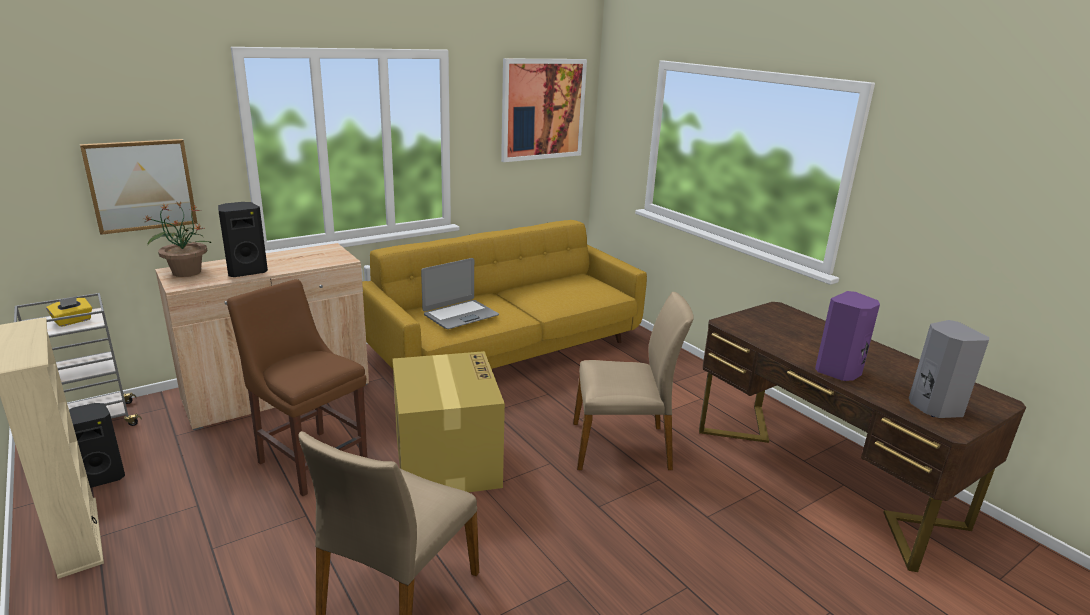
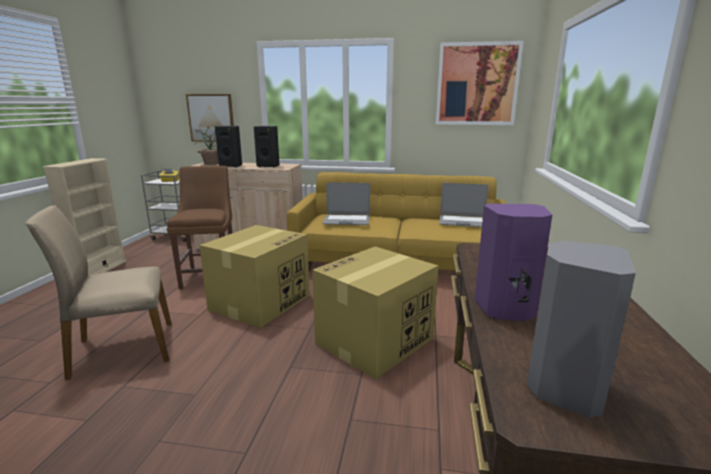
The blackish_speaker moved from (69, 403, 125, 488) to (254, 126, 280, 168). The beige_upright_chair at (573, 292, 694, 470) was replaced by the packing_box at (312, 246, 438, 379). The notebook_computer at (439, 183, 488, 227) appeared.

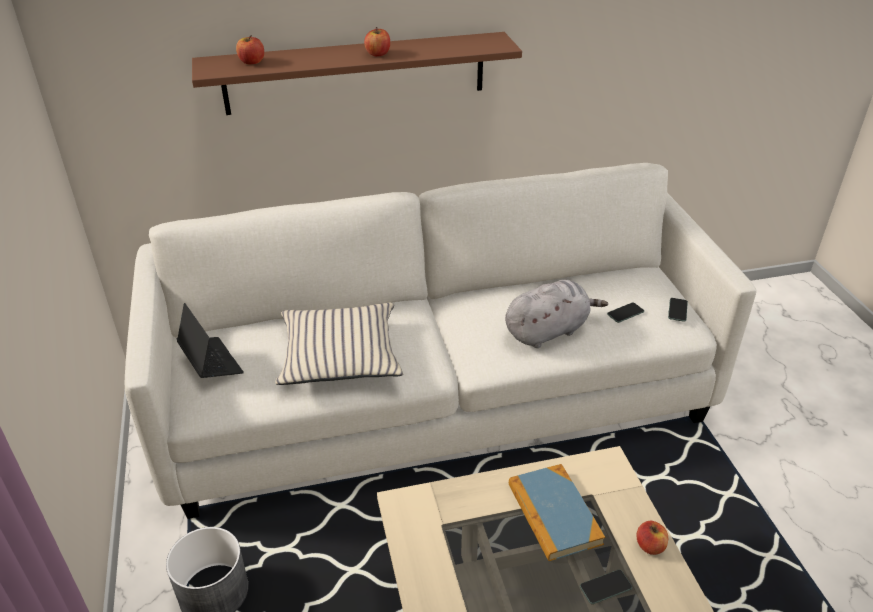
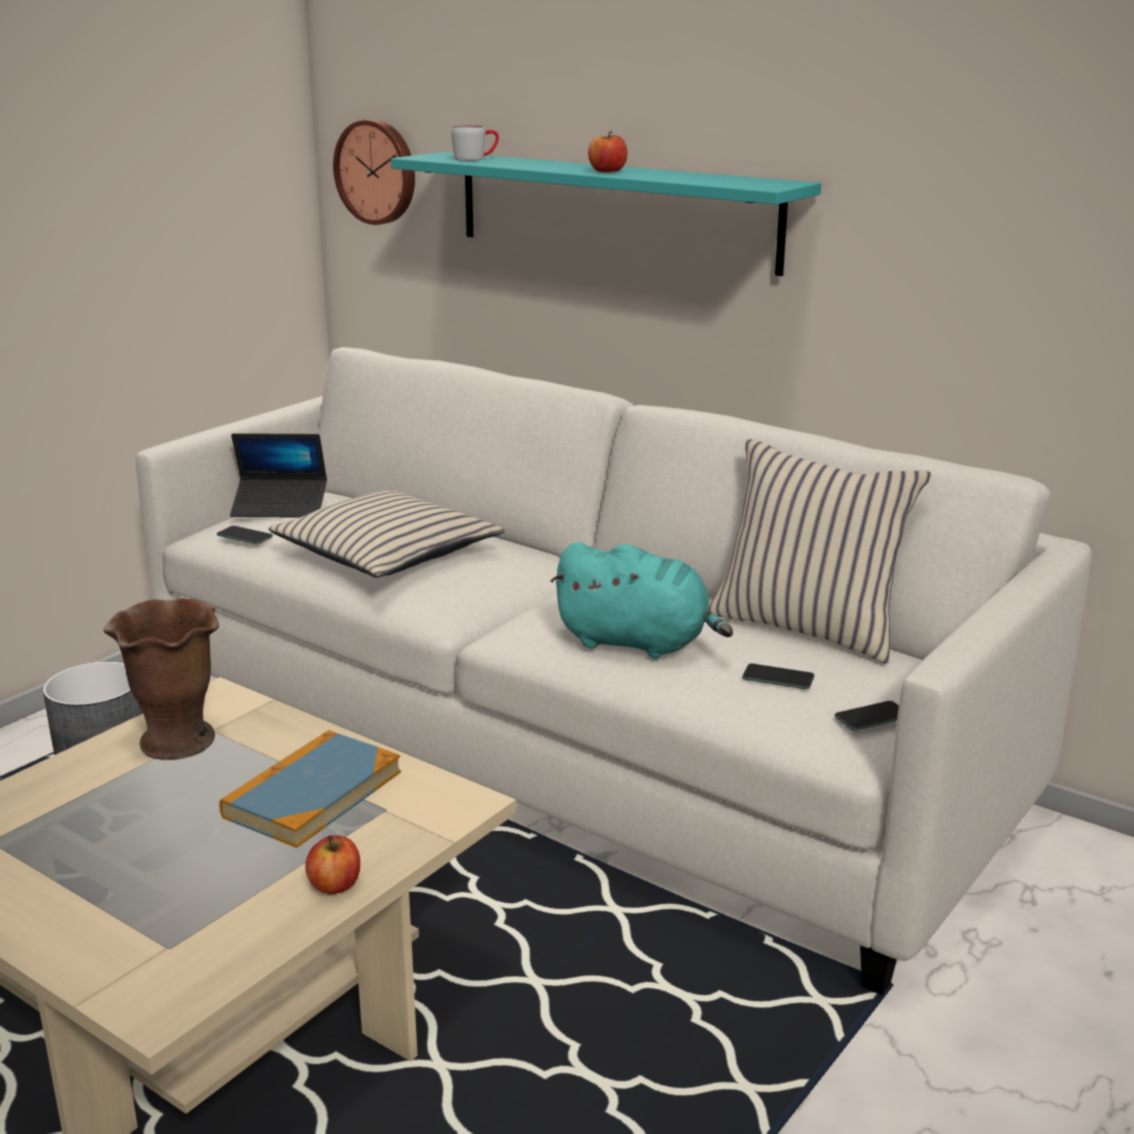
The brown_decorative_vase at (103, 598, 219, 760) appeared. The handset moved from (580, 570, 632, 604) to (217, 526, 273, 544). The notebook_computer at (176, 303, 244, 378) turned 75 degrees clockwise. The hanging_clock at (333, 119, 415, 225) appeared. The brown_wall_shelf at (192, 32, 522, 115) became the turquoise_wall_shelf at (391, 152, 821, 276). The apple at (236, 35, 264, 64) was replaced by the grey_mug at (451, 125, 499, 161). The grey_cuddly_toy at (505, 280, 608, 348) became the turquoise_cuddly_toy at (550, 542, 733, 659). The beige_throw_pillow at (708, 439, 931, 664) appeared.

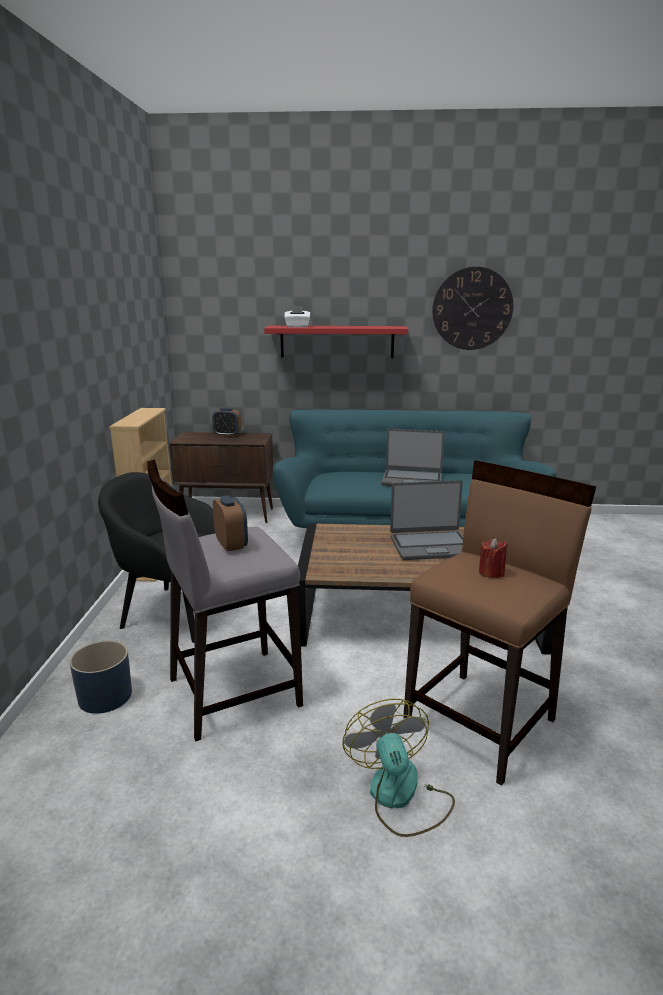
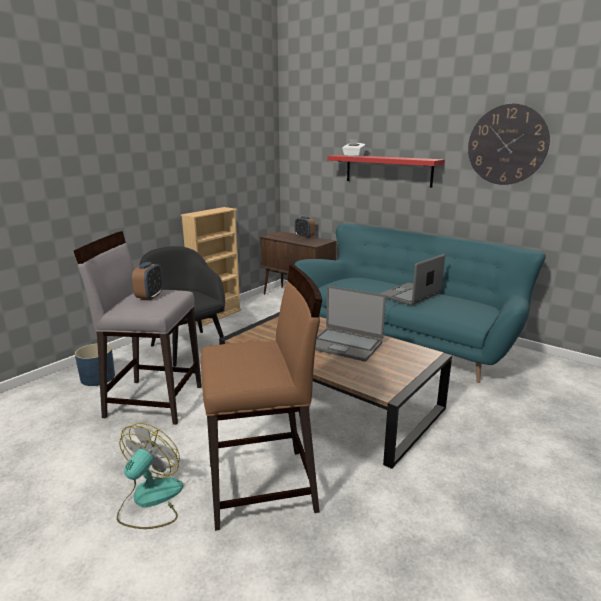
The notebook_computer at (381, 429, 445, 486) turned 90 degrees clockwise. The red-coloured_wax_candle at (479, 538, 508, 578) disappeared.

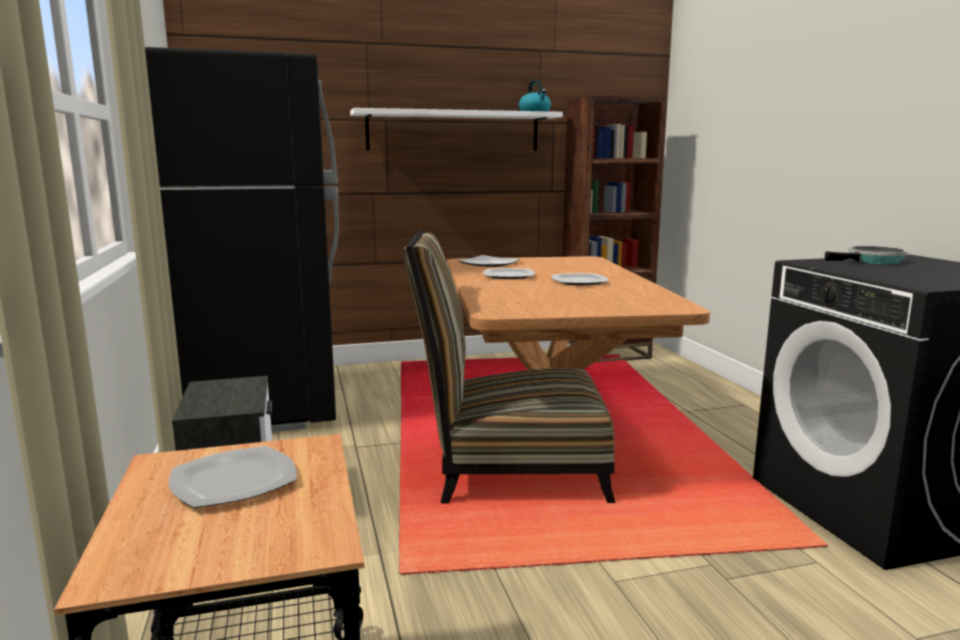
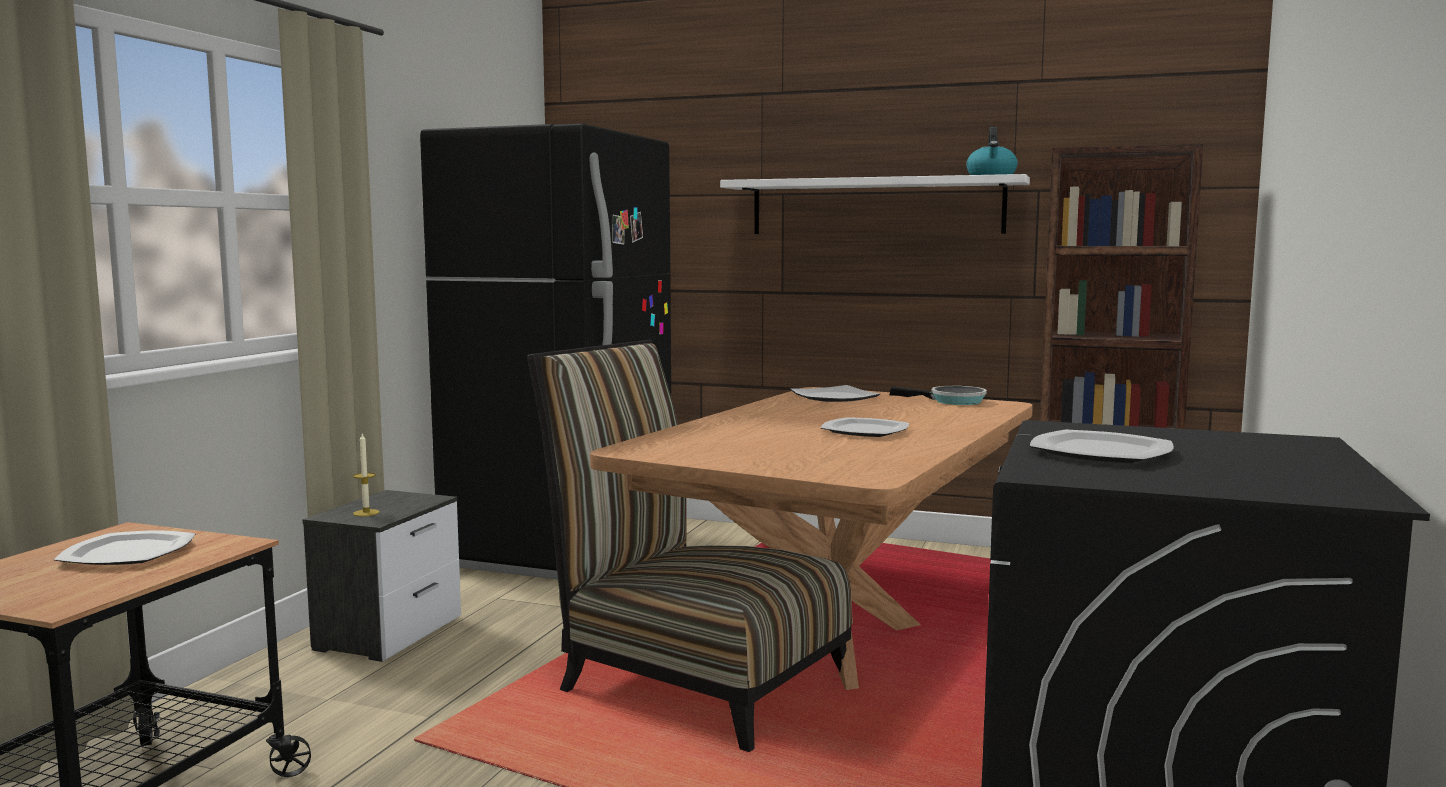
The wax_candle at (353, 433, 380, 516) appeared. The frying_pan moved from (824, 246, 908, 264) to (890, 386, 987, 405). The flat_dish moved from (483, 268, 535, 279) to (1030, 429, 1174, 463).

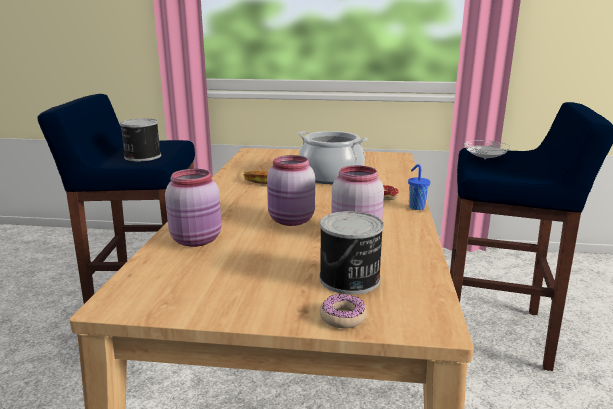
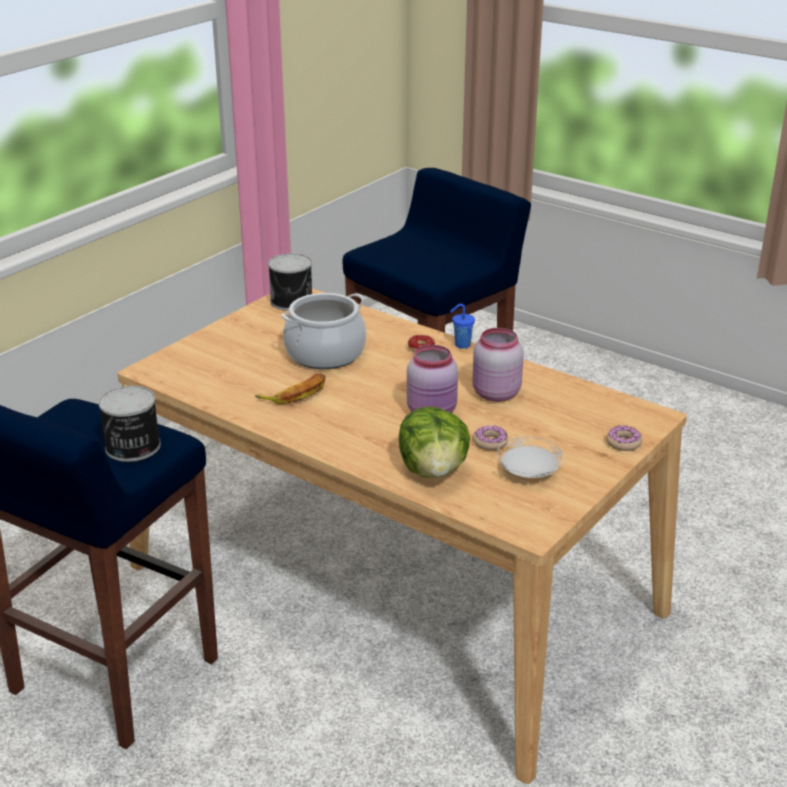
The metal_can moved from (319, 211, 384, 295) to (268, 253, 312, 311). The pink-coloured_storage_jar at (165, 169, 221, 247) was replaced by the head_of_lettuce at (399, 406, 470, 478). The ring_doughnut at (473, 425, 508, 450) appeared. The whitish_flat_dish moved from (464, 140, 510, 160) to (497, 437, 564, 478).

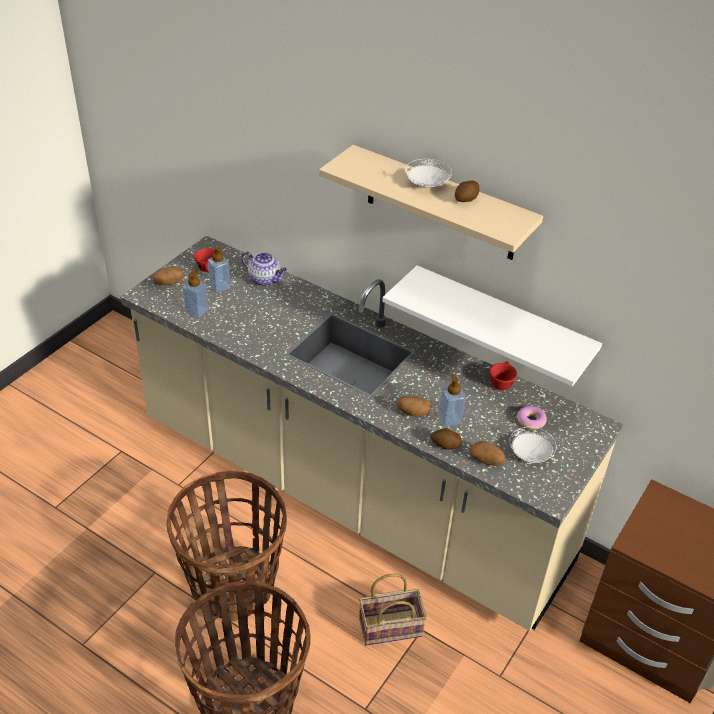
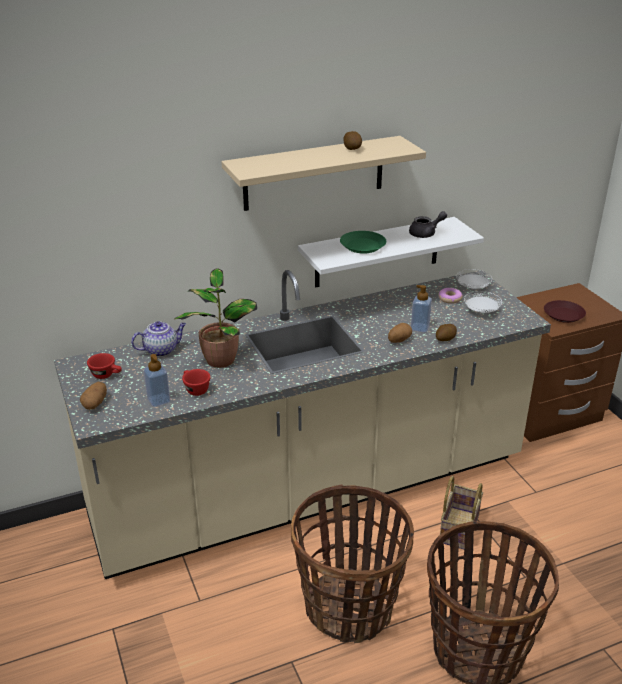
The plant_in_a_pot at (174, 268, 257, 368) appeared. The red-coloured_drinking_cup moved from (489, 361, 517, 390) to (182, 369, 210, 396). The greenish_flat_dish at (340, 231, 386, 254) appeared. The grey_tea_pot at (409, 211, 447, 238) appeared. The whitish_flat_dish moved from (405, 159, 452, 187) to (456, 269, 492, 289). The brown_flat_dish at (544, 300, 586, 323) appeared. The liquid_soap_bottle at (208, 247, 231, 293) disappeared. The potato at (469, 441, 505, 466) disappeared.

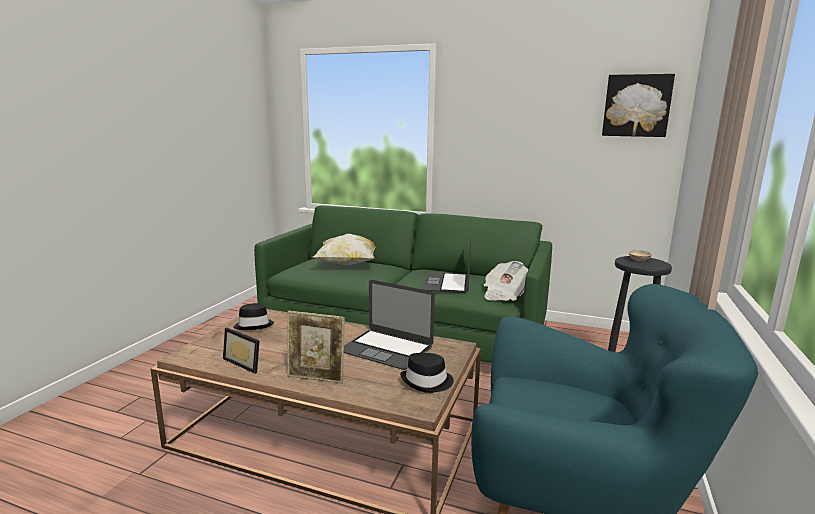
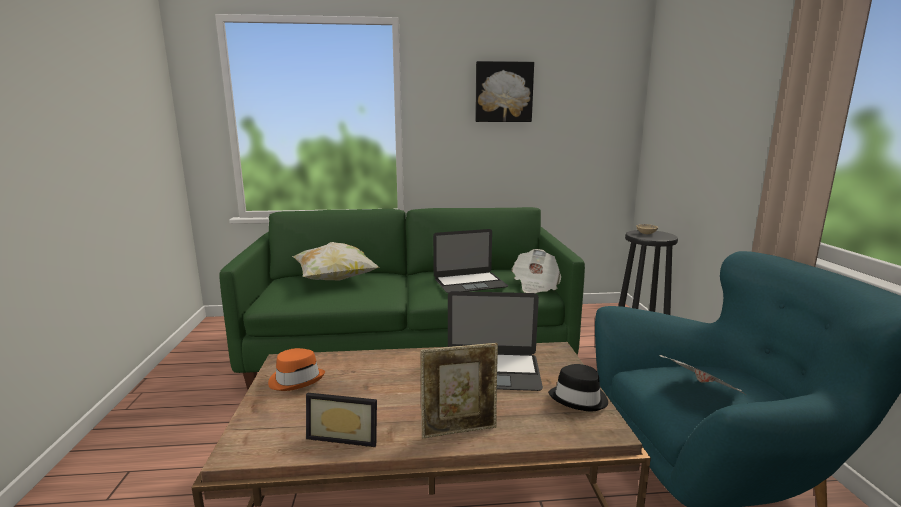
The blackish_clothing_hat at (233, 303, 274, 330) became the orange-coloured_clothing_hat at (268, 348, 325, 391). The notebook_computer at (422, 236, 471, 293) turned 90 degrees counterclockwise. The wall_picture moved from (602, 74, 675, 137) to (475, 61, 534, 122). The daily_paper at (660, 355, 745, 394) appeared.

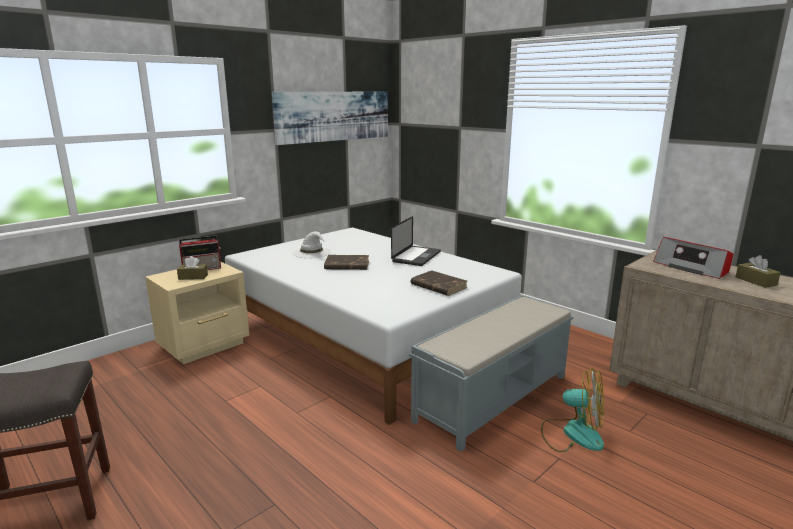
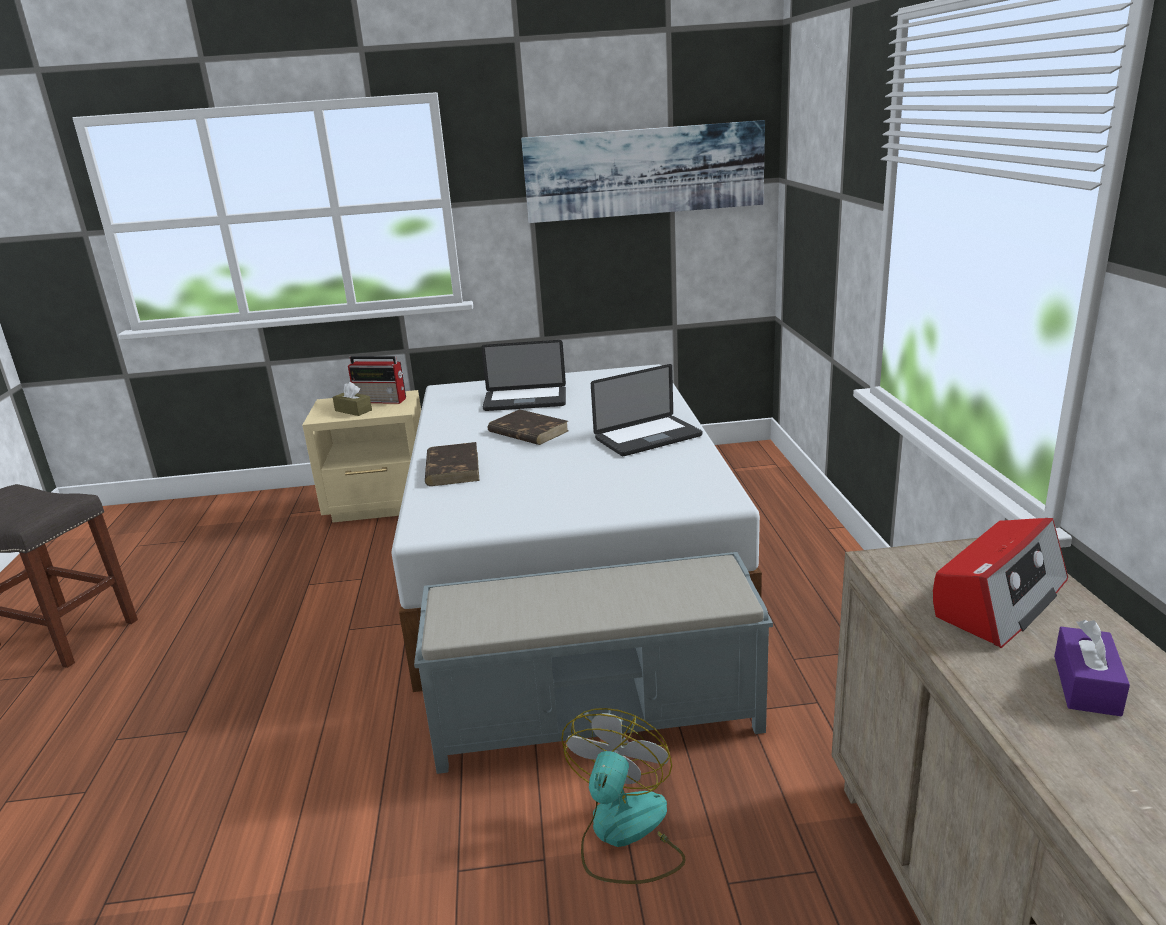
The brown_bound_book moved from (411, 270, 467, 296) to (425, 442, 479, 486). The whitish_clothing_hat at (292, 231, 331, 258) was replaced by the notebook_computer at (481, 340, 566, 411). The cooling_fan at (541, 368, 604, 452) turned 135 degrees counterclockwise. The radio_set at (653, 237, 733, 279) turned 135 degrees counterclockwise. The brown_tissue_holder at (736, 255, 781, 288) became the purple_tissue_holder at (1054, 620, 1130, 716).

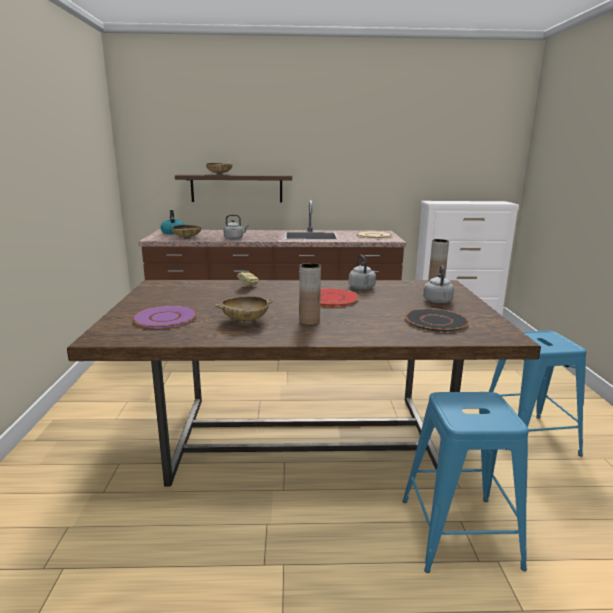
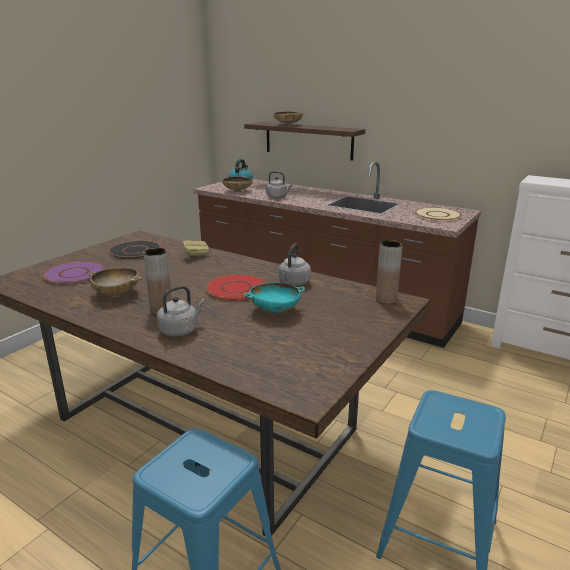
The blackish_flat_dish moved from (405, 308, 469, 332) to (109, 240, 161, 259). The grey_tea_kettle moved from (423, 265, 454, 303) to (157, 286, 205, 337). The turquoise_bowl at (244, 282, 305, 314) appeared.

